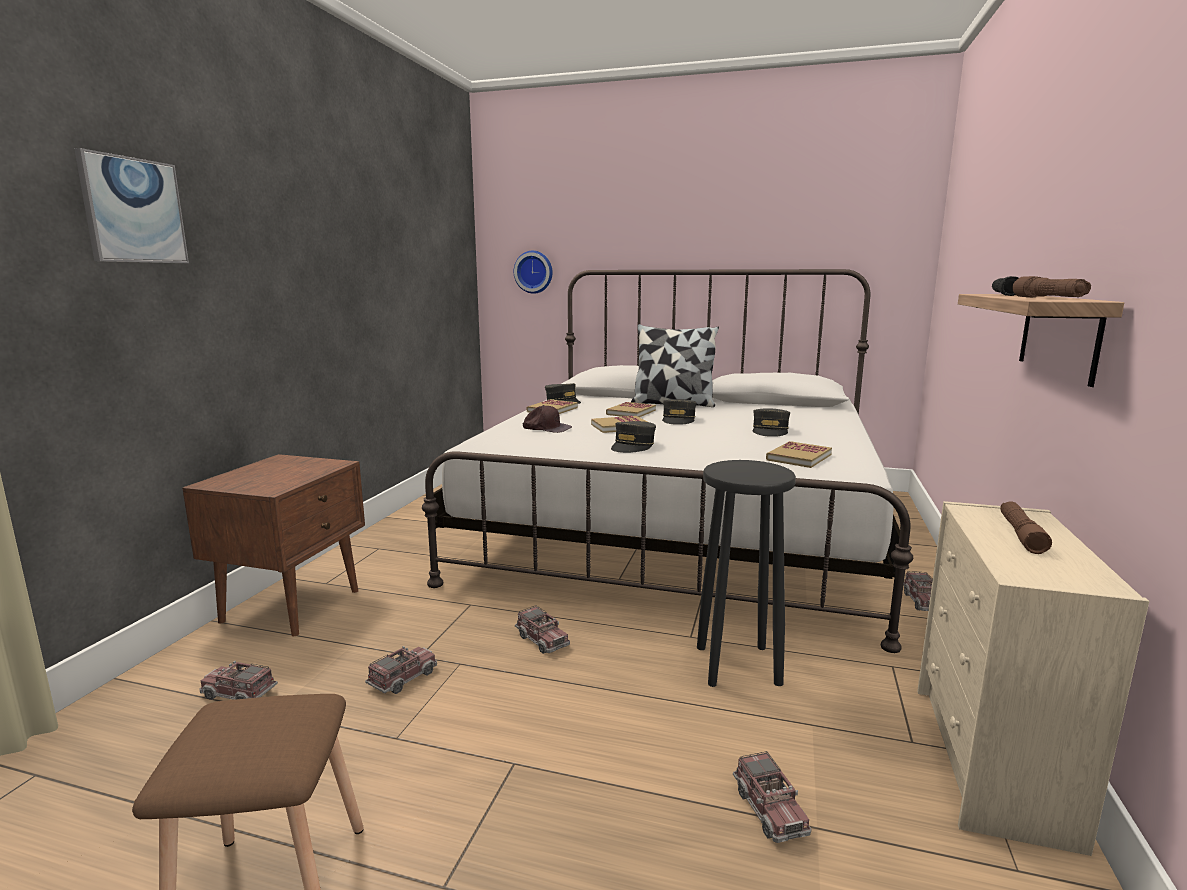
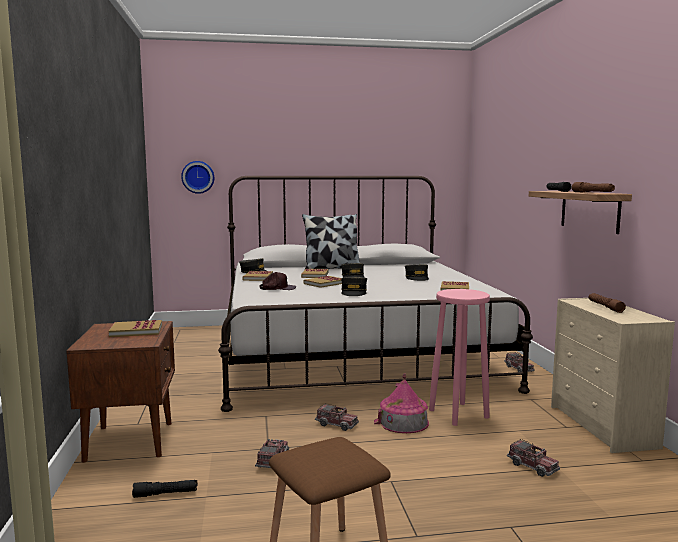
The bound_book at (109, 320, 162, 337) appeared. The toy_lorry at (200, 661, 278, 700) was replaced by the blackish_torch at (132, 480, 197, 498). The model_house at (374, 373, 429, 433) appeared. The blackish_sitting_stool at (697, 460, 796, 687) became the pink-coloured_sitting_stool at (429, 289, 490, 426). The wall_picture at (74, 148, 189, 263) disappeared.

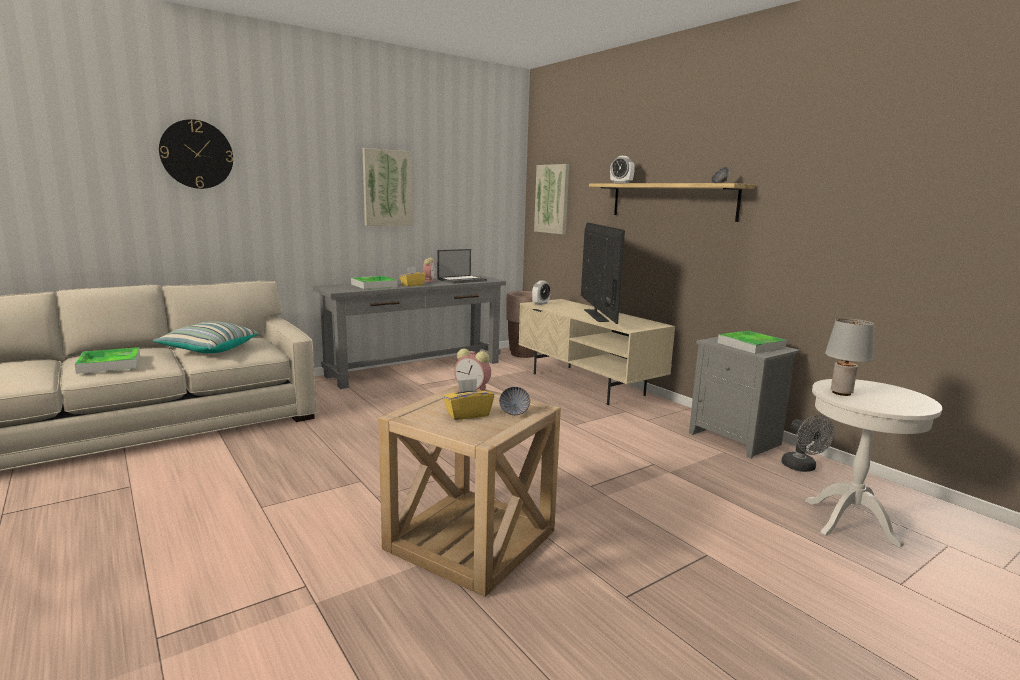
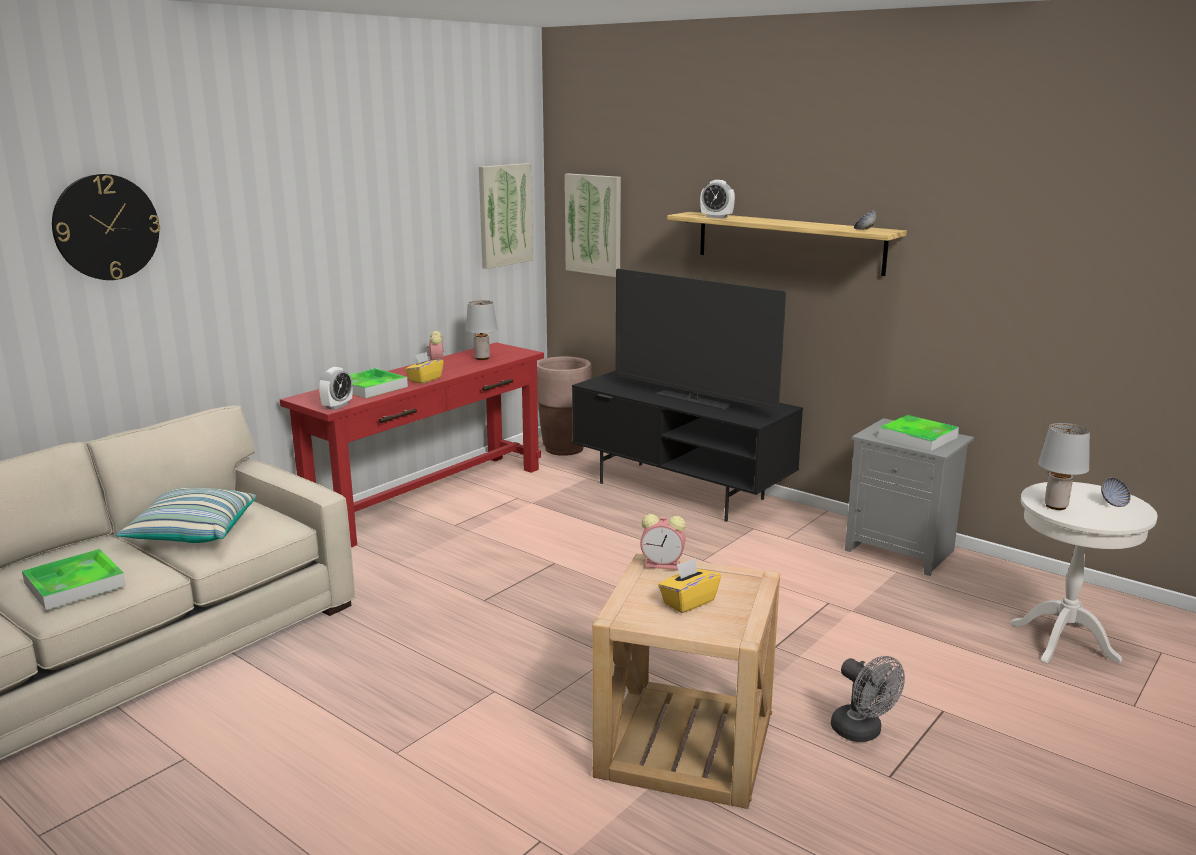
The grey_console_table at (313, 275, 506, 389) became the red-coloured_console_table at (280, 342, 544, 548). The table_clock moved from (532, 281, 551, 305) to (319, 367, 352, 410). The notebook_computer at (437, 249, 487, 284) was replaced by the grey_lamp_for_a_table at (465, 300, 497, 360). The wall_picture moved from (362, 148, 413, 226) to (479, 163, 533, 269). The beige_tv_stand at (519, 299, 675, 405) became the blackish_tv_stand at (572, 370, 803, 522). The TV_set at (581, 223, 625, 324) turned 150 degrees clockwise. The grey_cooling_fan moved from (781, 415, 834, 472) to (831, 656, 905, 742). The bowl moved from (499, 387, 530, 415) to (1101, 477, 1131, 507).

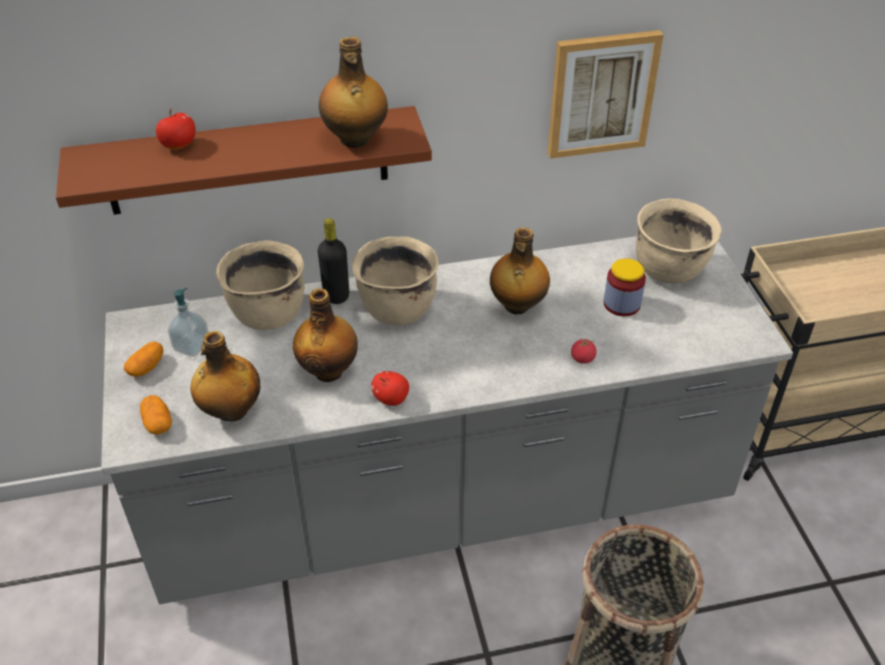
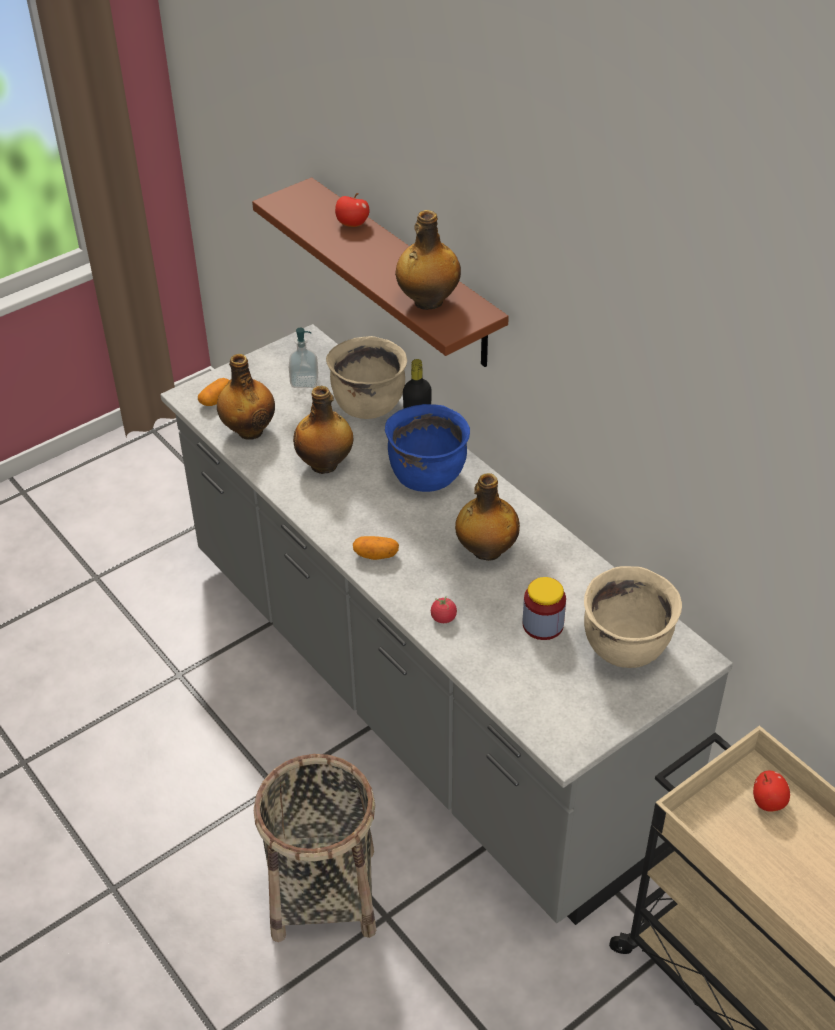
The potato moved from (124, 341, 164, 377) to (353, 536, 399, 560). The beige_stockpot at (352, 236, 439, 325) became the bluish_stockpot at (385, 404, 470, 492). The apple moved from (371, 371, 409, 406) to (753, 771, 790, 812). The wall_picture at (548, 30, 664, 159) disappeared.

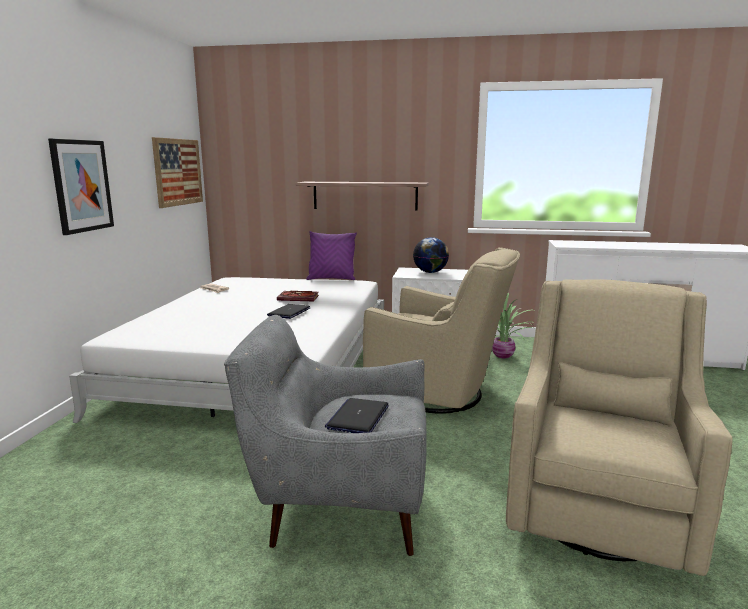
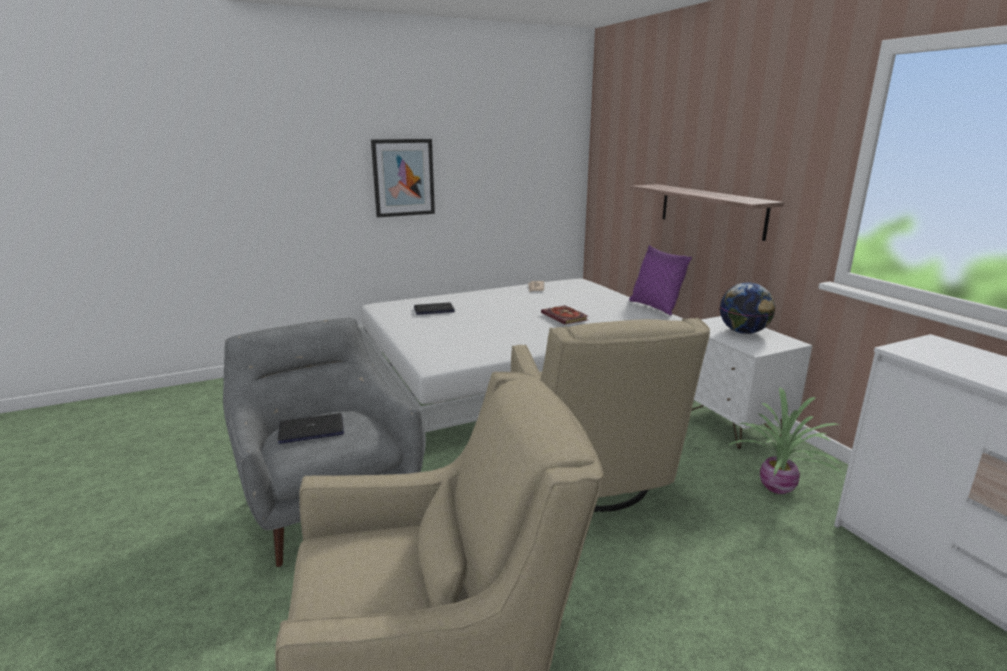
The notebook_computer moved from (267, 304, 310, 319) to (414, 303, 455, 315). The wall_picture at (152, 137, 203, 208) disappeared.

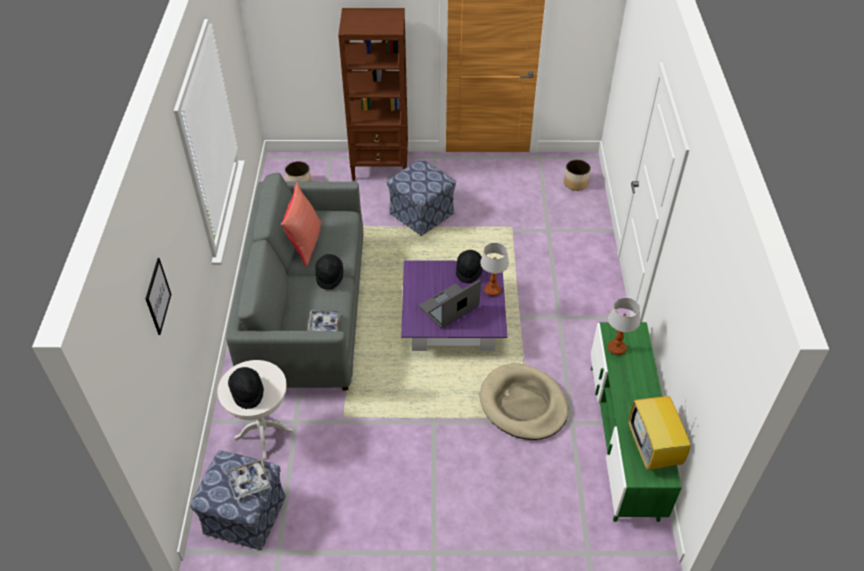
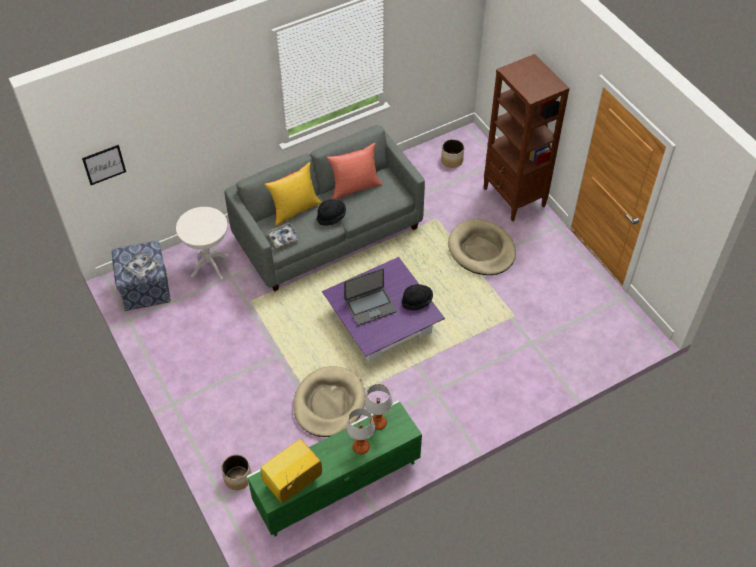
The wall_picture moved from (145, 258, 171, 335) to (82, 145, 126, 185). The flower_pot moved from (564, 160, 591, 191) to (221, 455, 251, 490). The yellow_throw_pillow at (264, 162, 322, 226) appeared. The notebook_computer at (419, 280, 481, 328) turned 135 degrees clockwise. The lamp_for_a_table moved from (480, 243, 509, 296) to (346, 408, 375, 454). The ottoman at (387, 159, 456, 236) was replaced by the beige_pet_bed at (448, 219, 516, 275). The blackish_clothing_hat at (228, 367, 264, 409) disappeared.

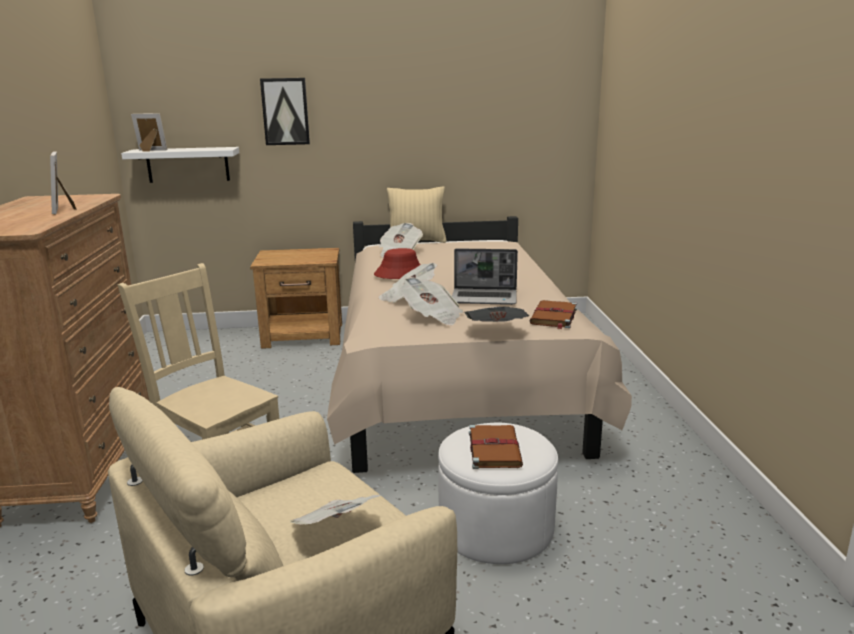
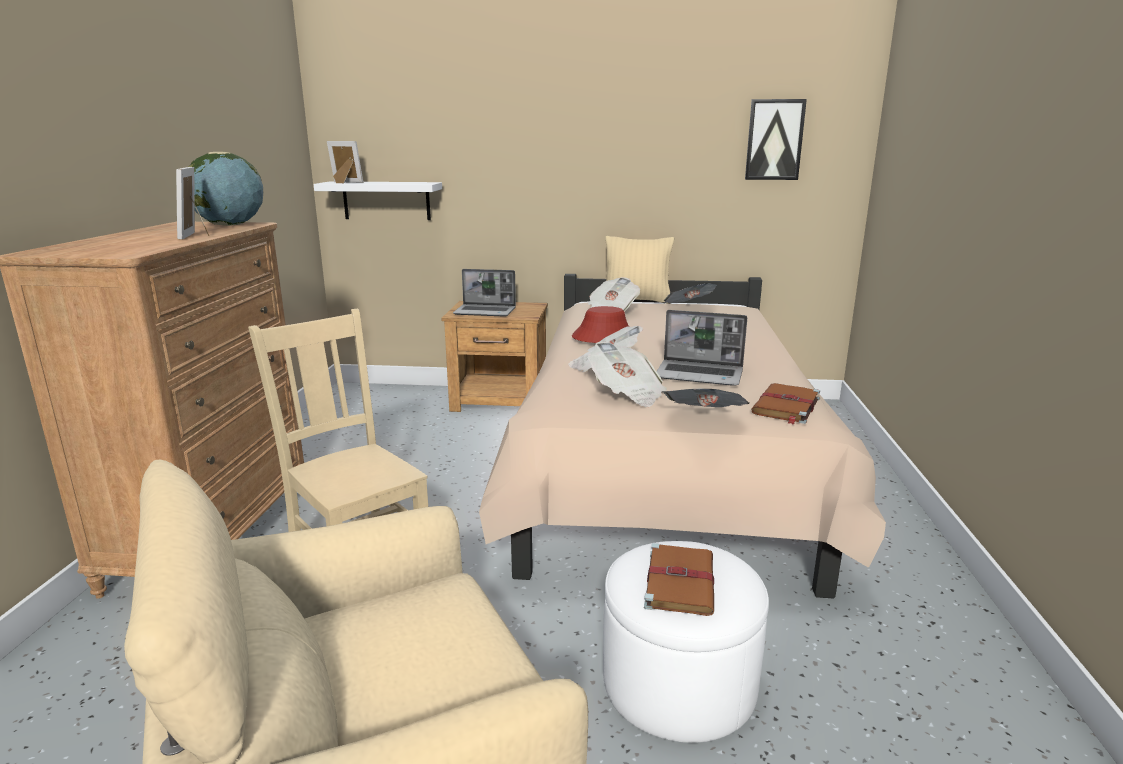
The world_globe at (189, 152, 263, 226) appeared. The notebook_computer at (453, 269, 516, 317) appeared. The daily_paper moved from (290, 495, 381, 525) to (662, 283, 717, 303). The wall_picture moved from (260, 78, 310, 145) to (745, 99, 807, 180).

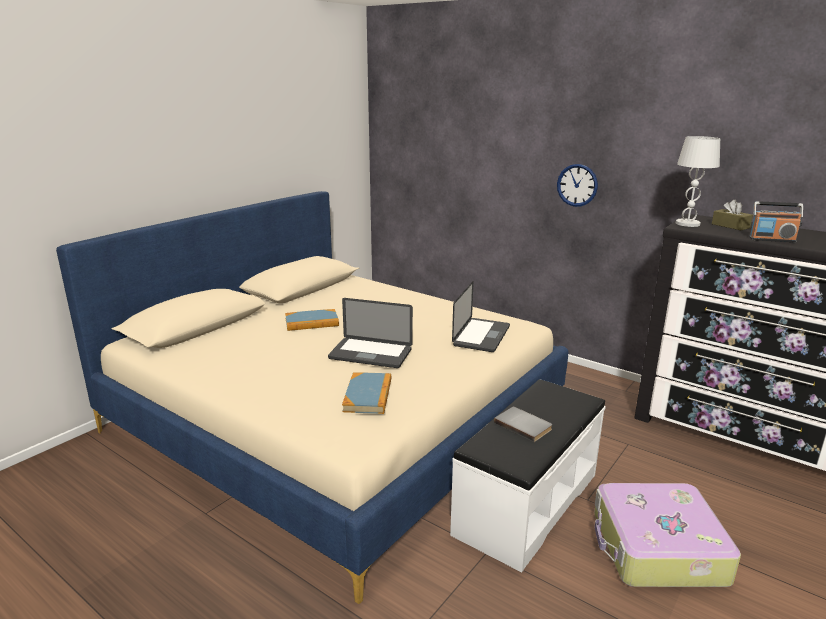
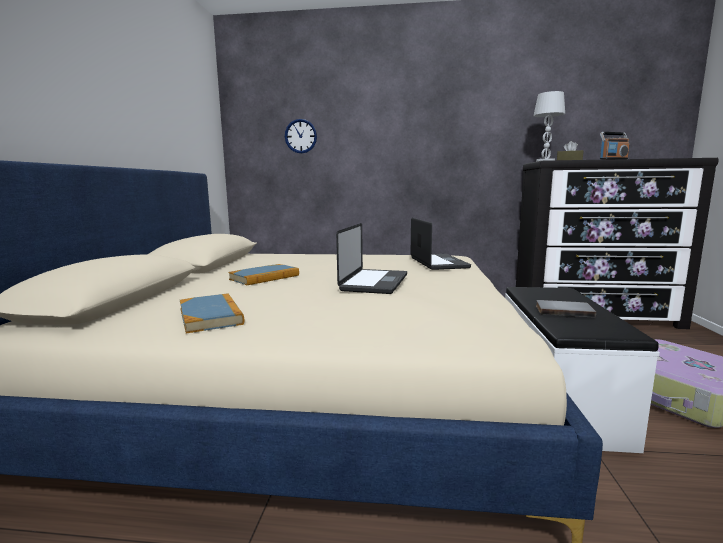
The bound_book moved from (342, 372, 392, 414) to (180, 293, 244, 333). The hanging_clock moved from (557, 164, 598, 207) to (285, 119, 317, 153). The notebook_computer at (328, 298, 413, 368) turned 60 degrees counterclockwise.

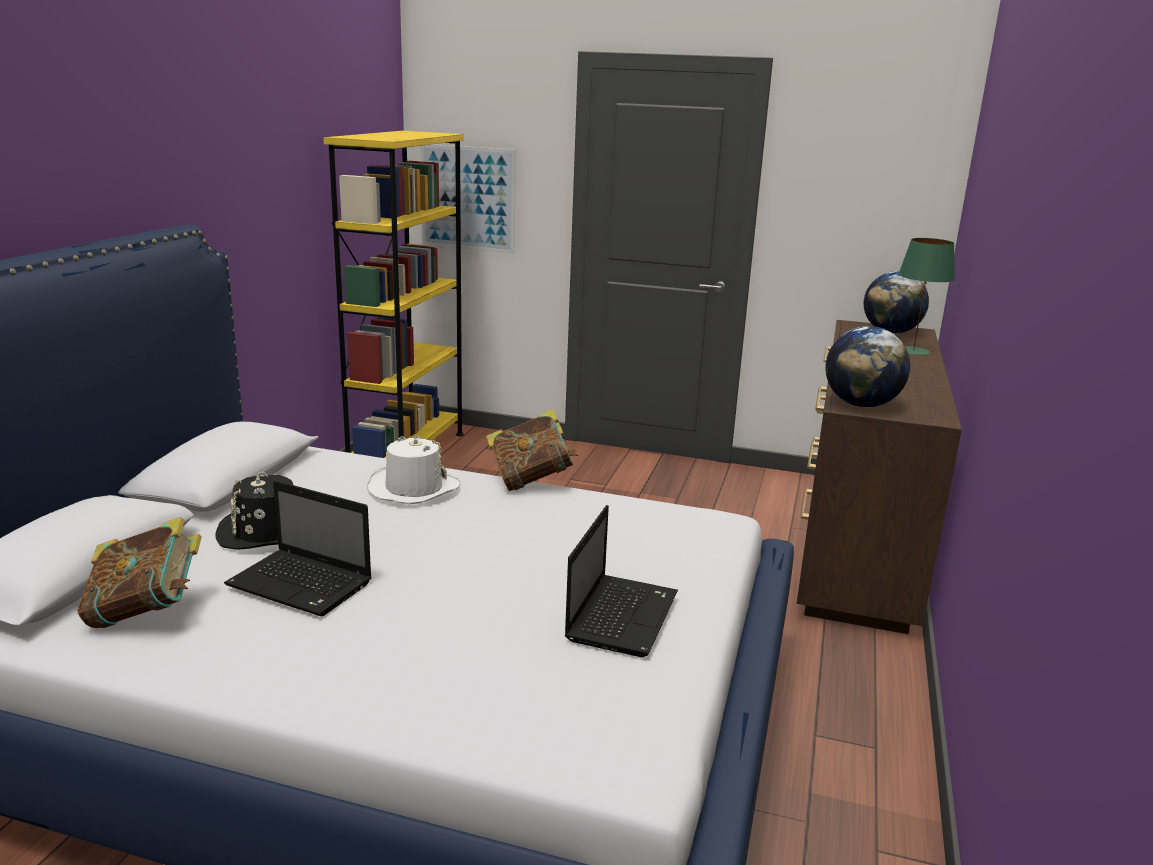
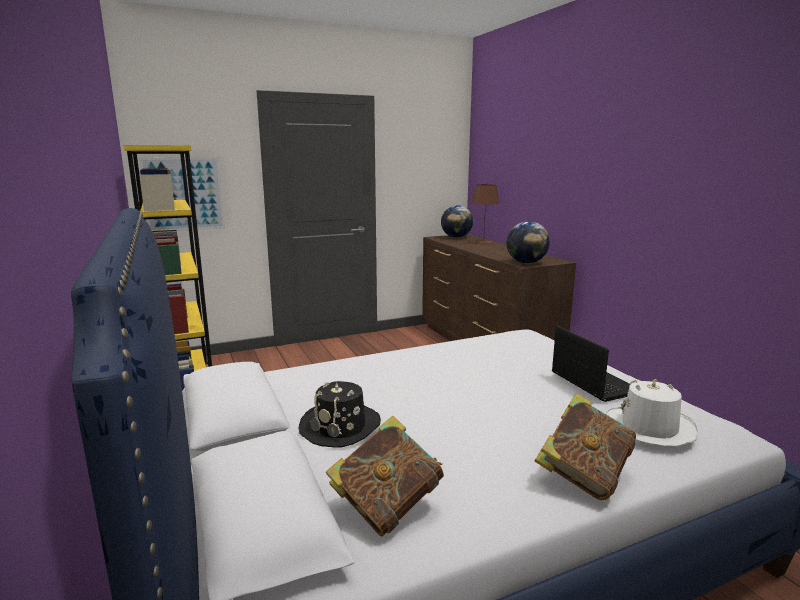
The greenish_lamp_for_a_table at (898, 238, 955, 355) became the brown_lamp_for_a_table at (472, 184, 499, 243). The bound_book moved from (486, 409, 578, 491) to (535, 393, 636, 500). The whitish_clothing_hat moved from (367, 435, 460, 504) to (606, 379, 697, 447). The notebook_computer at (224, 480, 372, 616) disappeared.

